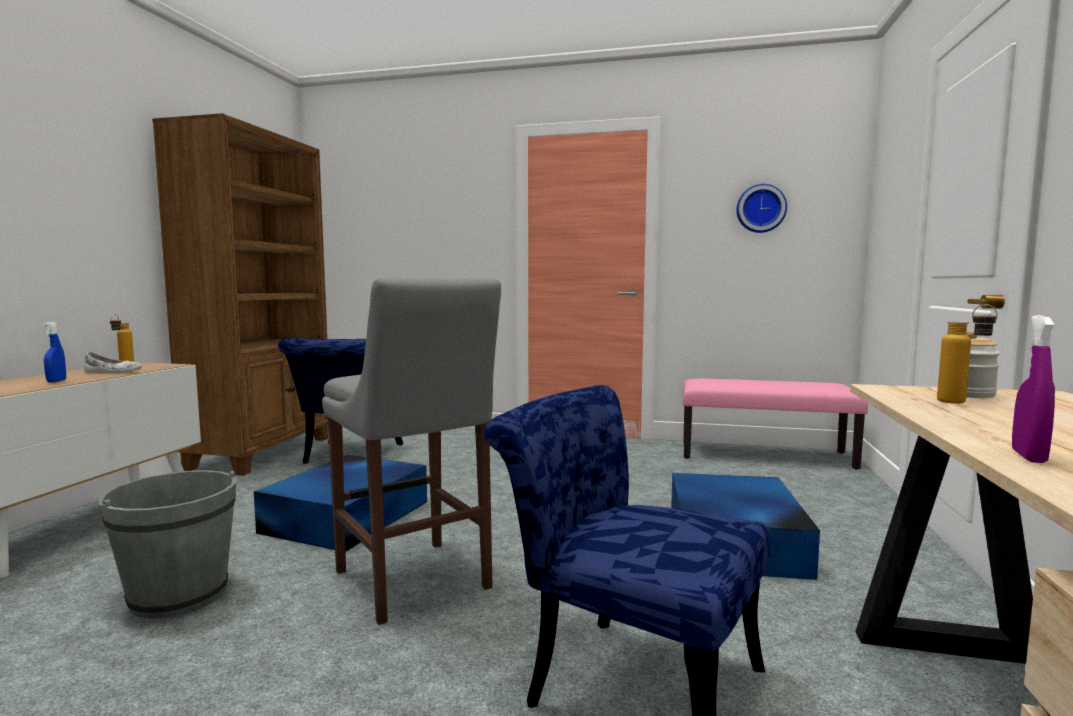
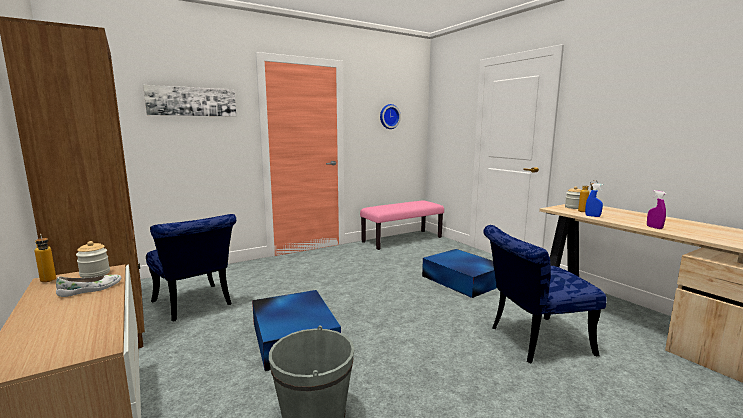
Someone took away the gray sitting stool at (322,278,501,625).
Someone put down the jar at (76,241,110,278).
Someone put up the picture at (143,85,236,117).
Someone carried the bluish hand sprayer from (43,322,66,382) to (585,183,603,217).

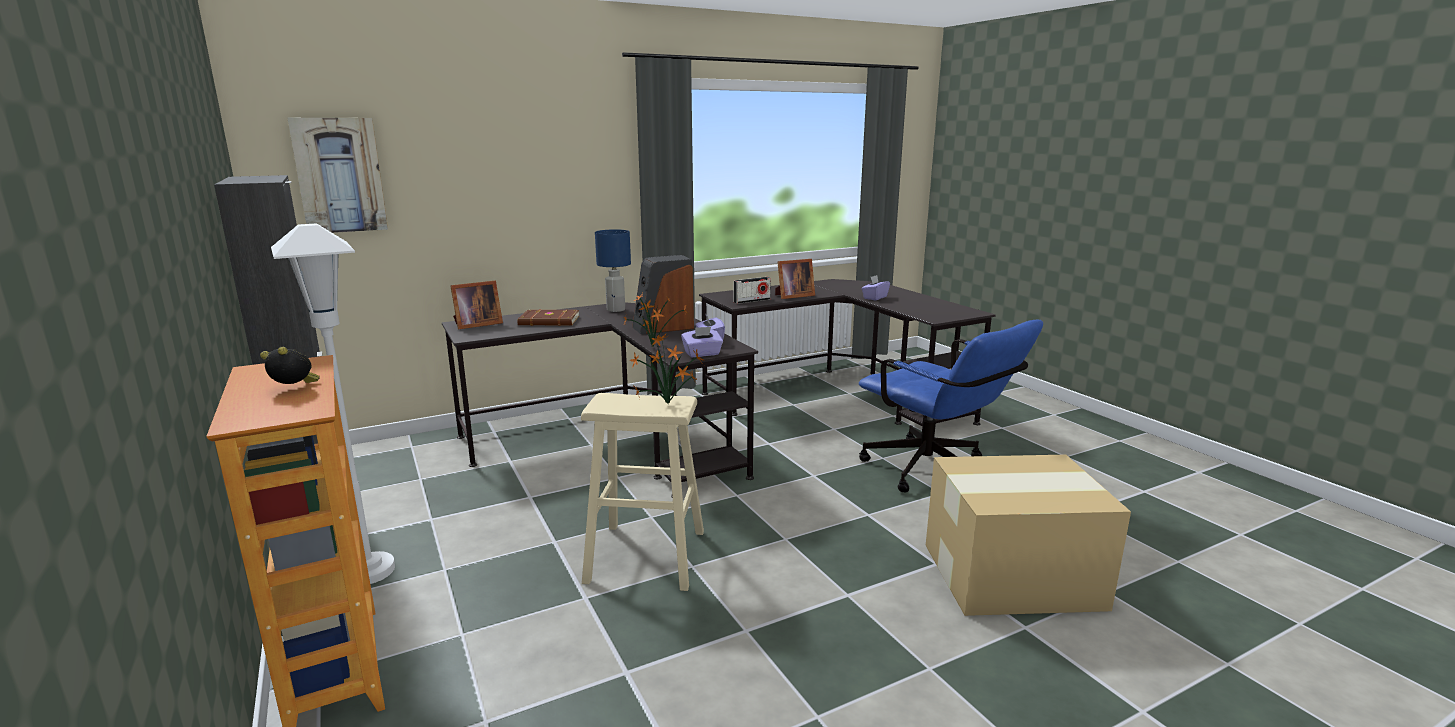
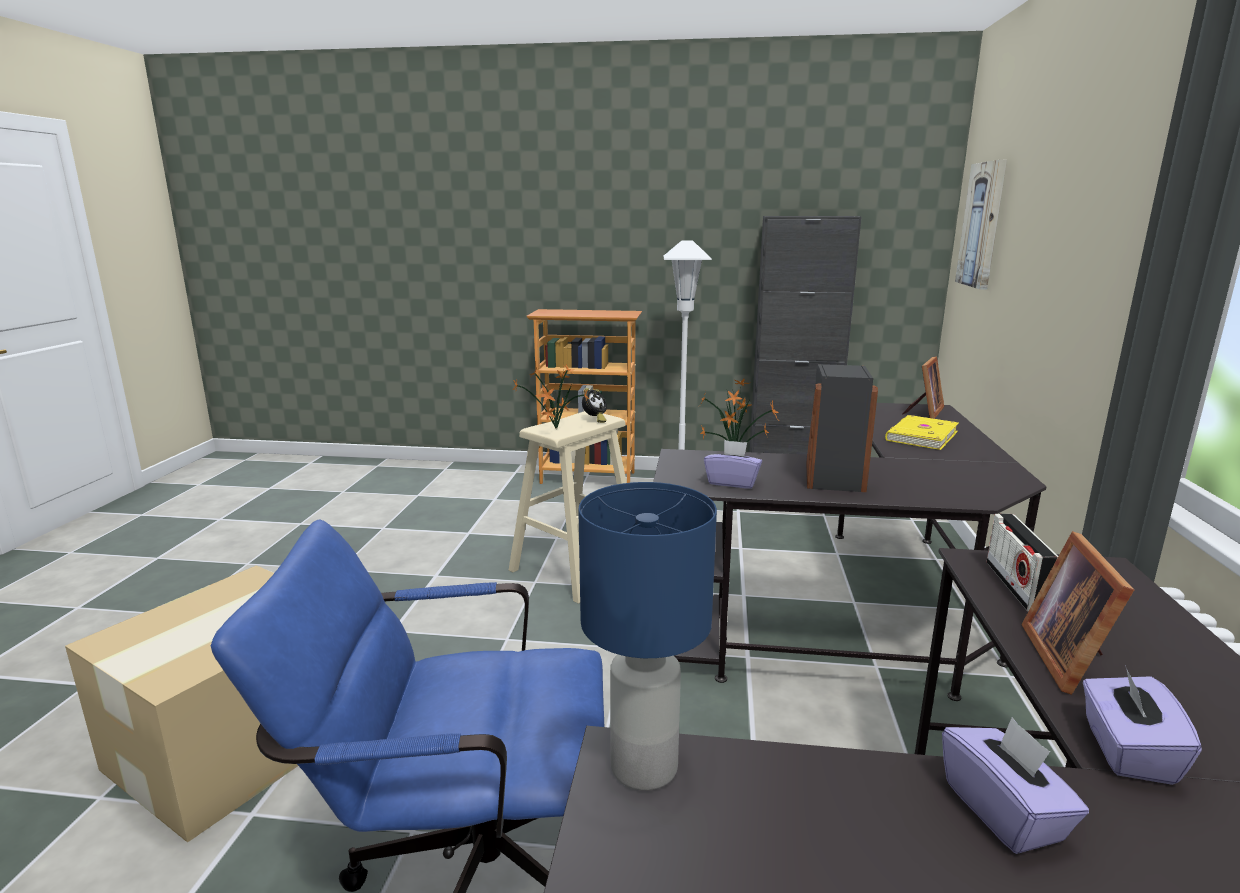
Someone carried the bedside clock from (260,347,320,384) to (582,388,607,423).
Someone carried the bluish table lamp from (595,229,631,312) to (579,482,717,791).
Someone carried the purple tissue box from (681,327,723,357) to (1083,665,1202,785).
Someone repainted the brownish volume at (517,309,579,326), which became the yellow-coloured volume at (885,415,958,450).
Someone rotated the photo frame at (450,280,503,329) by 150 degrees counterclockwise.

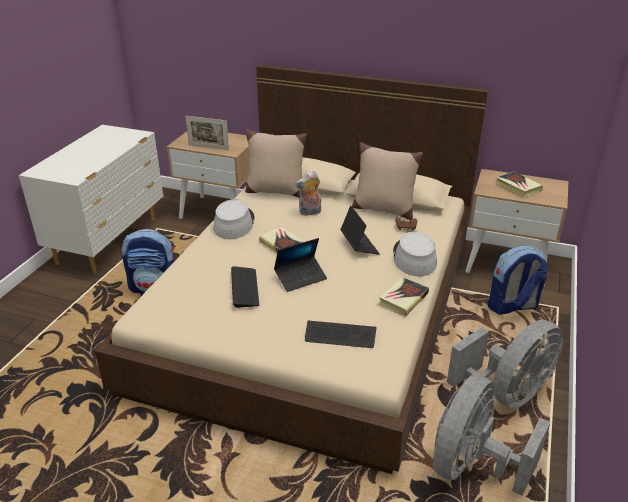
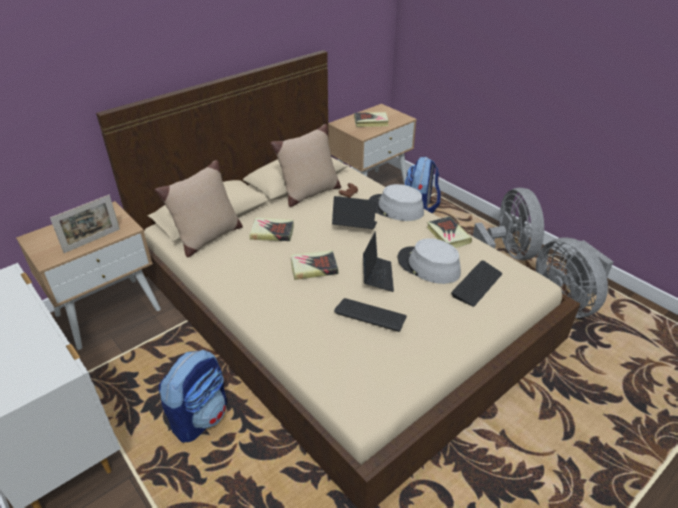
Someone carried the gray clothing hat from (214,200,255,239) to (398,238,461,284).
Someone swapped the cuddly toy at (295,171,321,216) for the volume at (249,218,294,241).

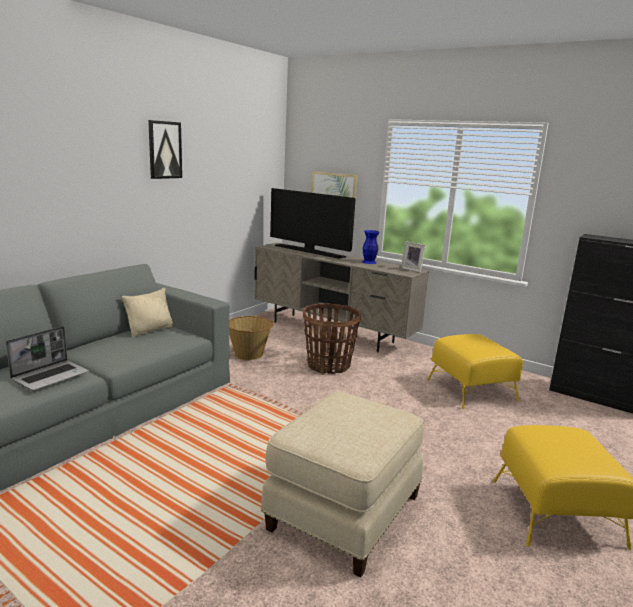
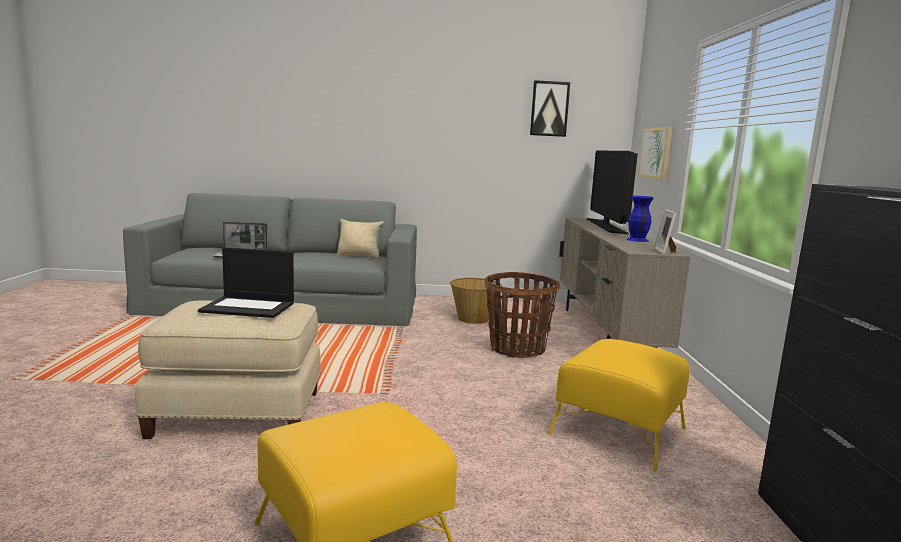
Someone put down the notebook computer at (198,247,294,318).
Someone carried the picture from (148,120,182,179) to (530,80,570,137).

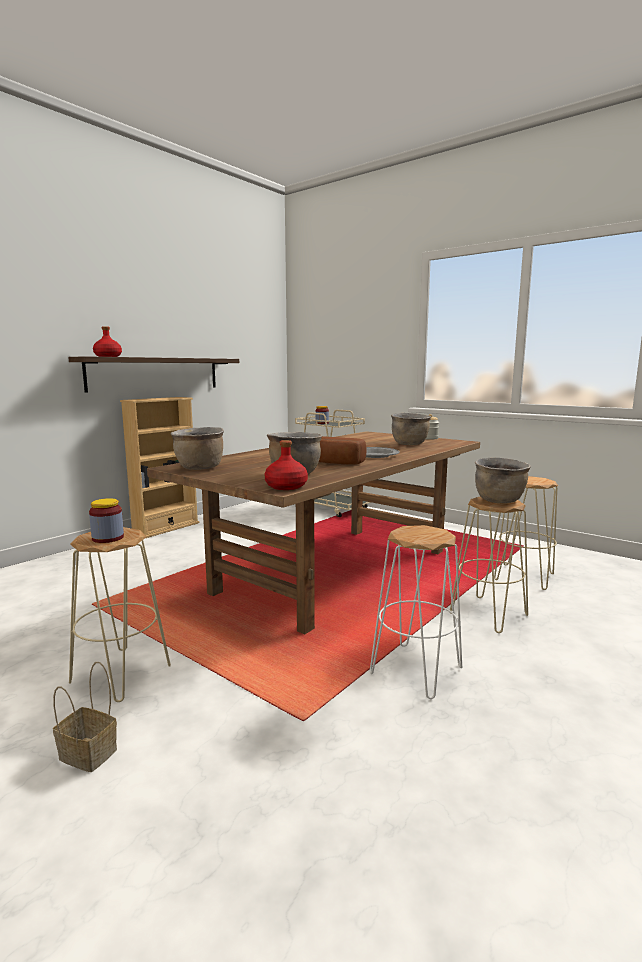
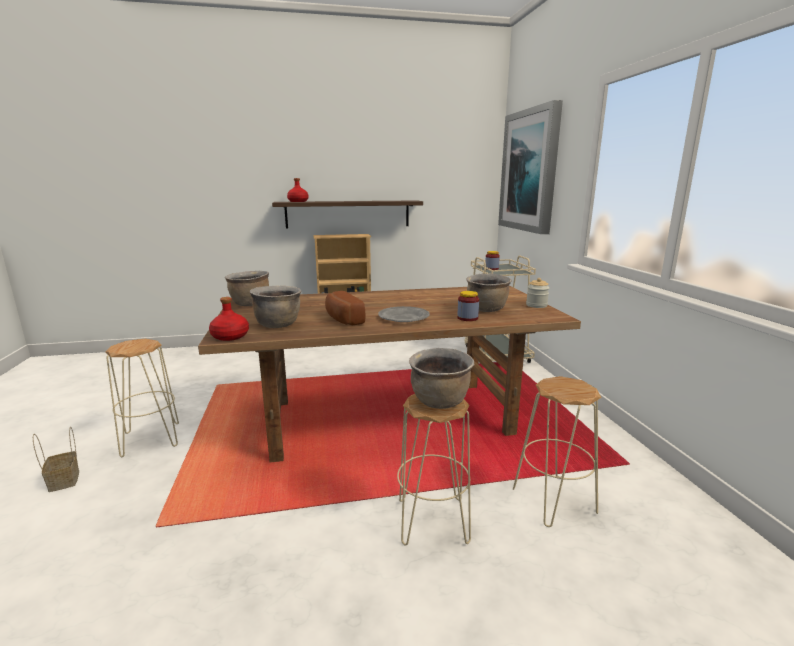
Someone took away the whitish sitting stool at (370,525,462,699).
Someone put up the picture at (498,100,563,234).
Someone carried the jar from (89,498,124,543) to (457,291,479,321).

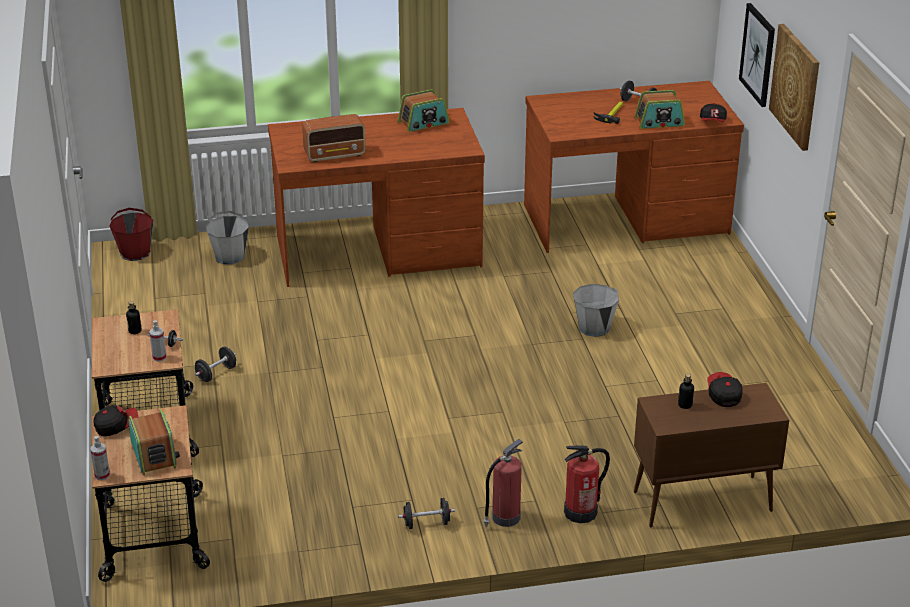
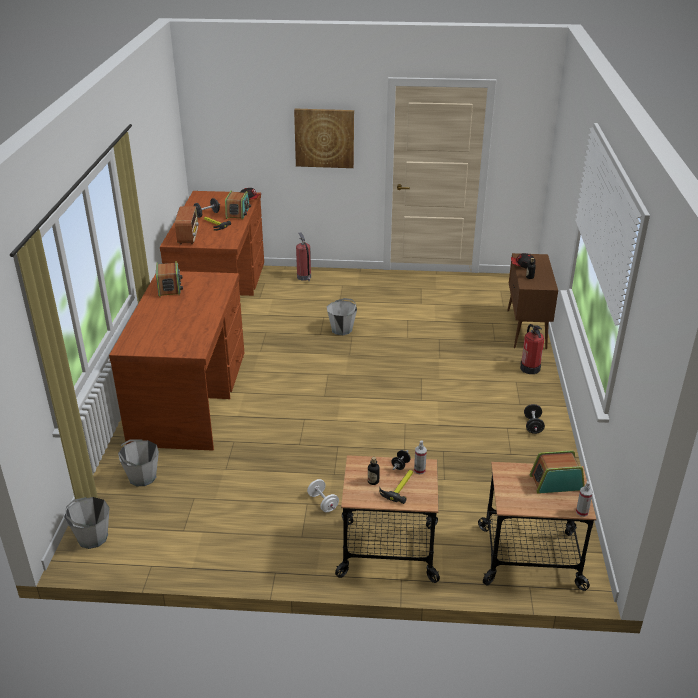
Someone took away the cap at (94,405,138,436).
Someone took away the picture at (739,3,775,107).
Someone put down the hand hammer at (379,470,413,504).
Someone carried the radio set from (302,114,366,163) to (175,206,199,244).
Someone carried the fire-fighting cylinder from (483,439,523,527) to (296,233,311,282).
Someone repainted the red-coloured pail at (110,208,154,261), which became the gray pail at (64,497,110,549).
Someone repainted the black-coloured hand weight at (195,347,236,382), which became the whitish hand weight at (307,479,339,512).

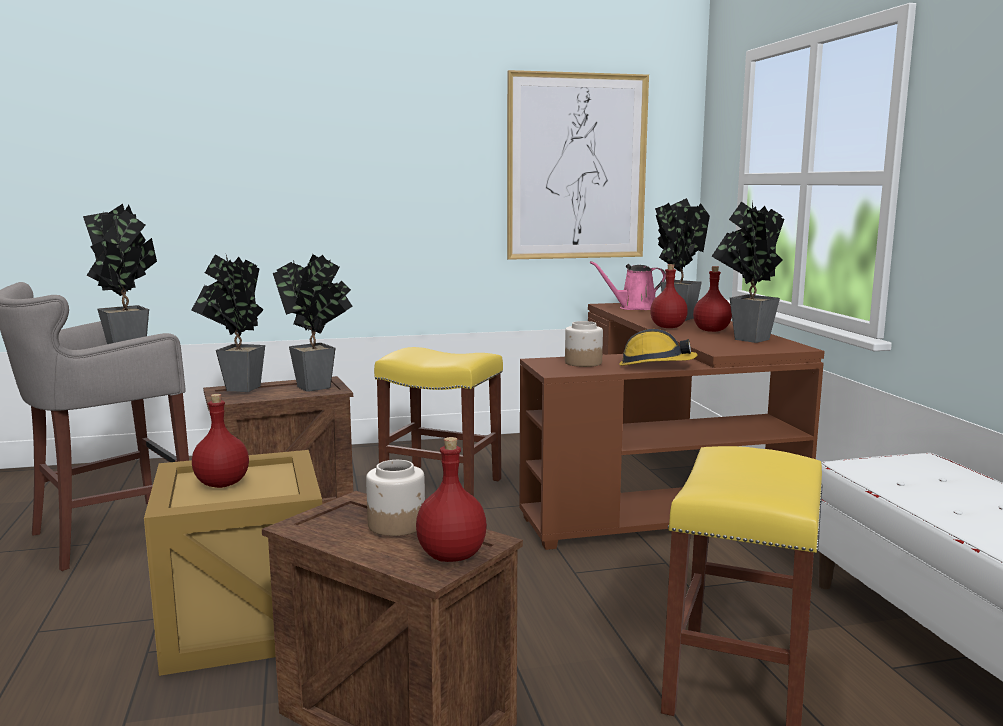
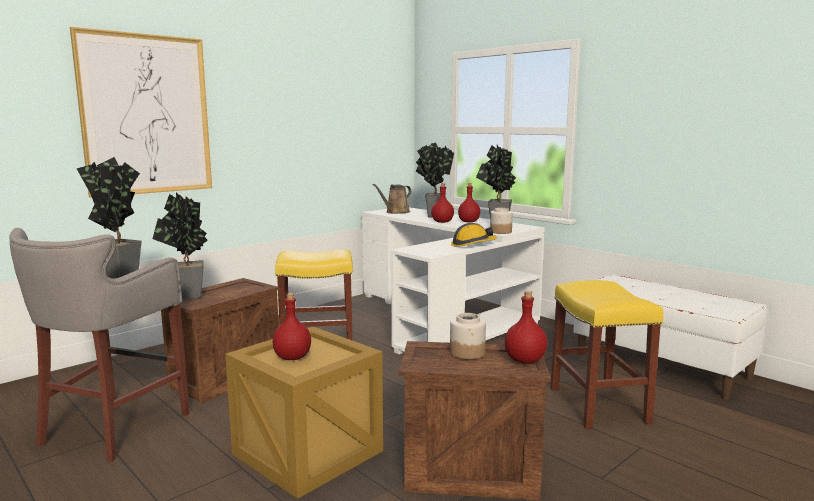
Someone took away the plant in a pot at (273,254,353,392).
Someone carried the picture from (507,70,649,260) to (70,27,212,198).
Someone carried the jar from (565,321,603,367) to (490,208,513,234).
Someone repainted the brownish desk table at (519,303,825,550), which became the whitish desk table at (362,207,545,354).
Someone repainted the pinkish watering pot at (590,261,666,310), which became the brownish watering pot at (373,184,411,214).

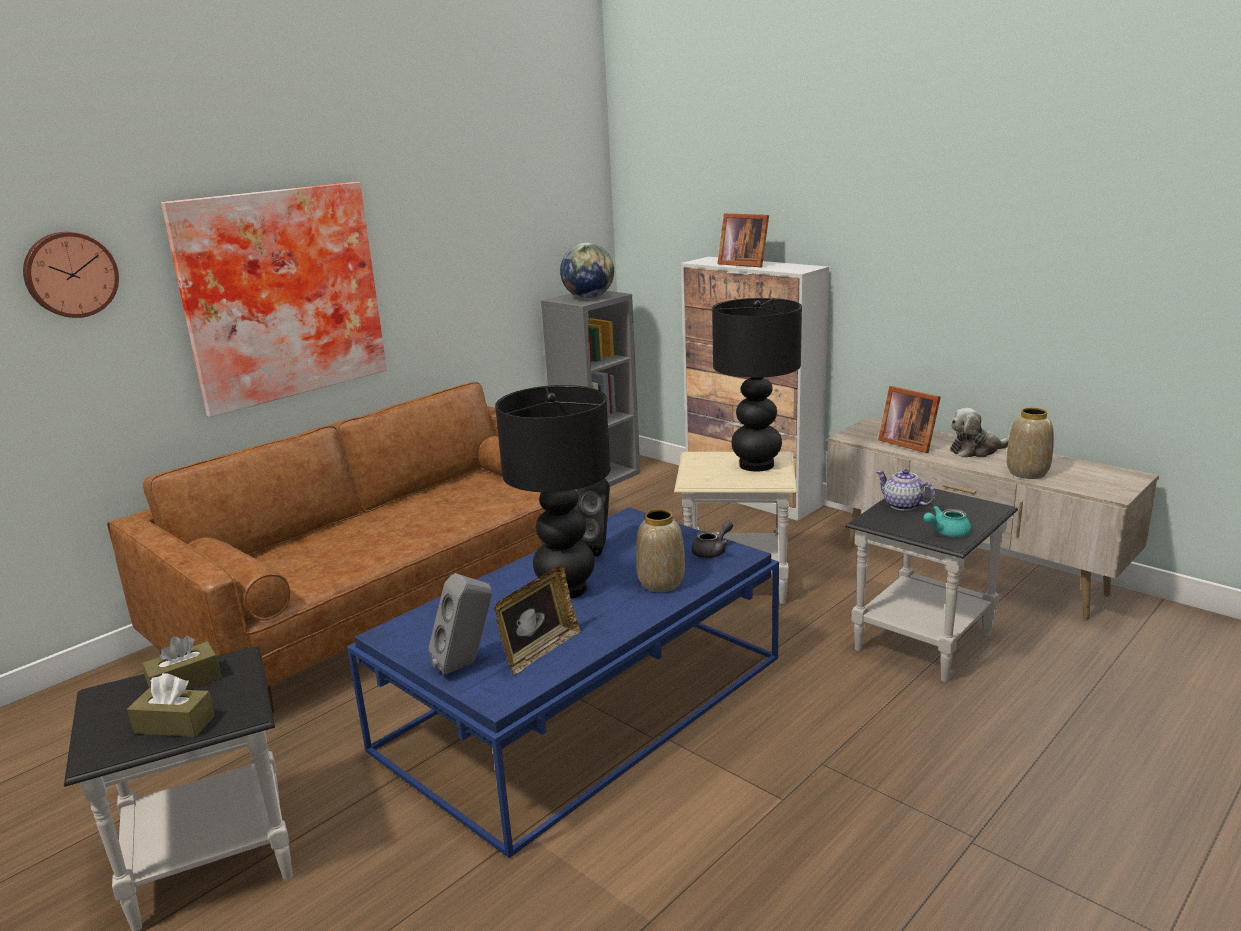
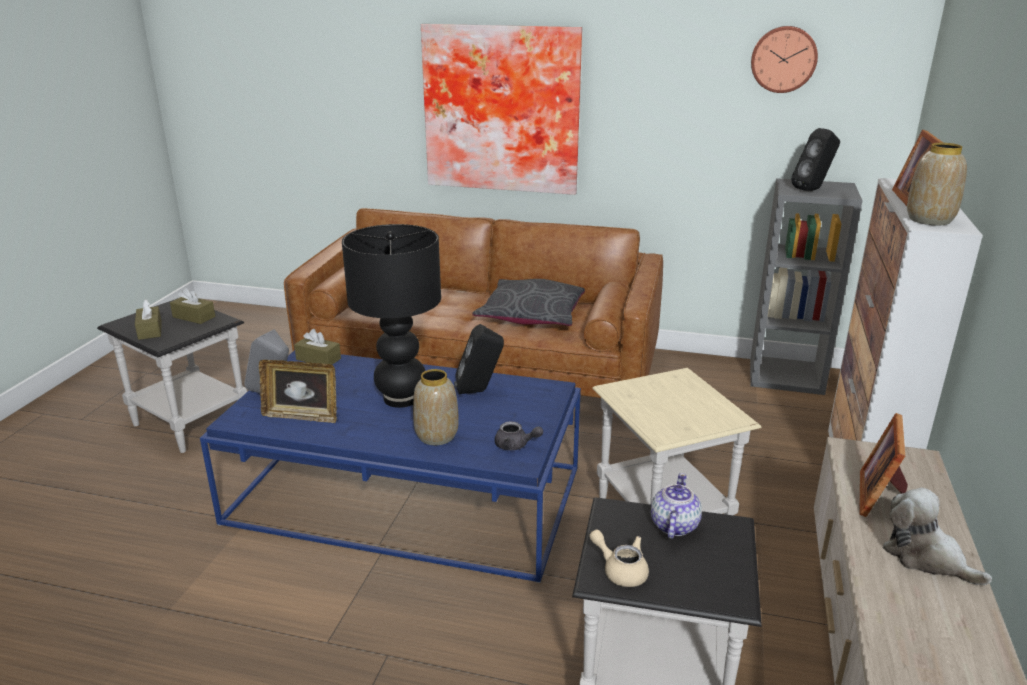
Someone took away the black-coloured table lamp at (712,298,802,472).
Someone put down the brownish tissue box at (294,329,341,365).
Someone put down the gray pillow at (472,279,585,326).
Someone carried the hanging clock from (23,232,119,318) to (751,26,818,93).
Someone carried the decorative vase from (1007,408,1054,479) to (907,143,967,225).
Someone swapped the world globe at (560,243,614,299) for the black-coloured audio speaker at (791,128,840,191).
Someone repainted the turquoise-coloured tea pot at (923,506,971,537), which became the sand-coloured tea pot at (589,529,649,587).

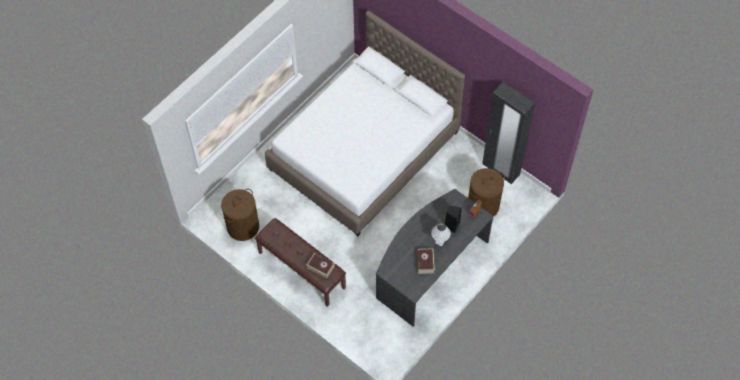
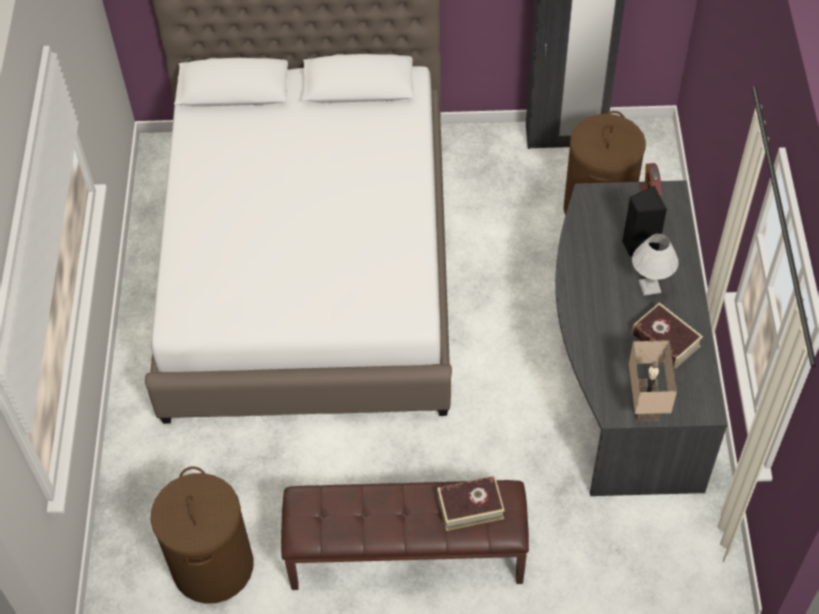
Someone put down the sand-coloured table lamp at (629,340,677,421).

